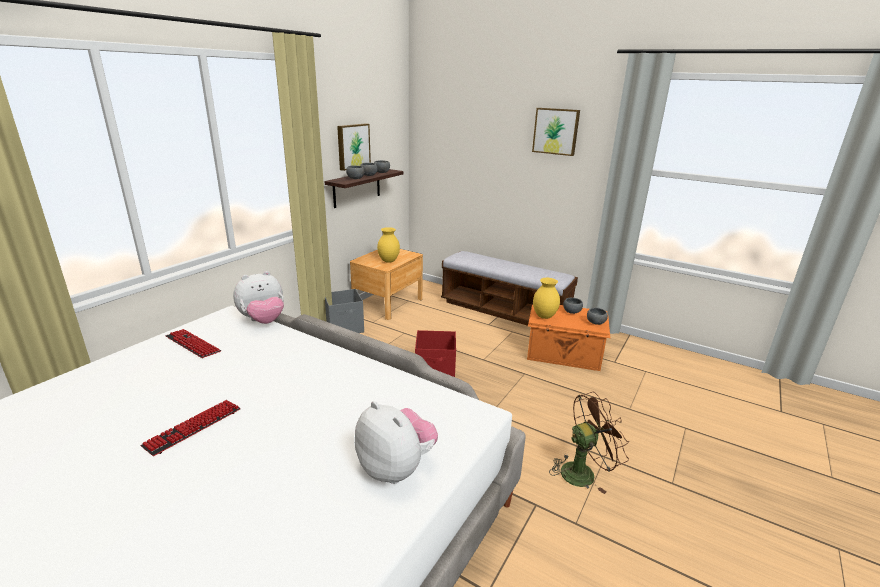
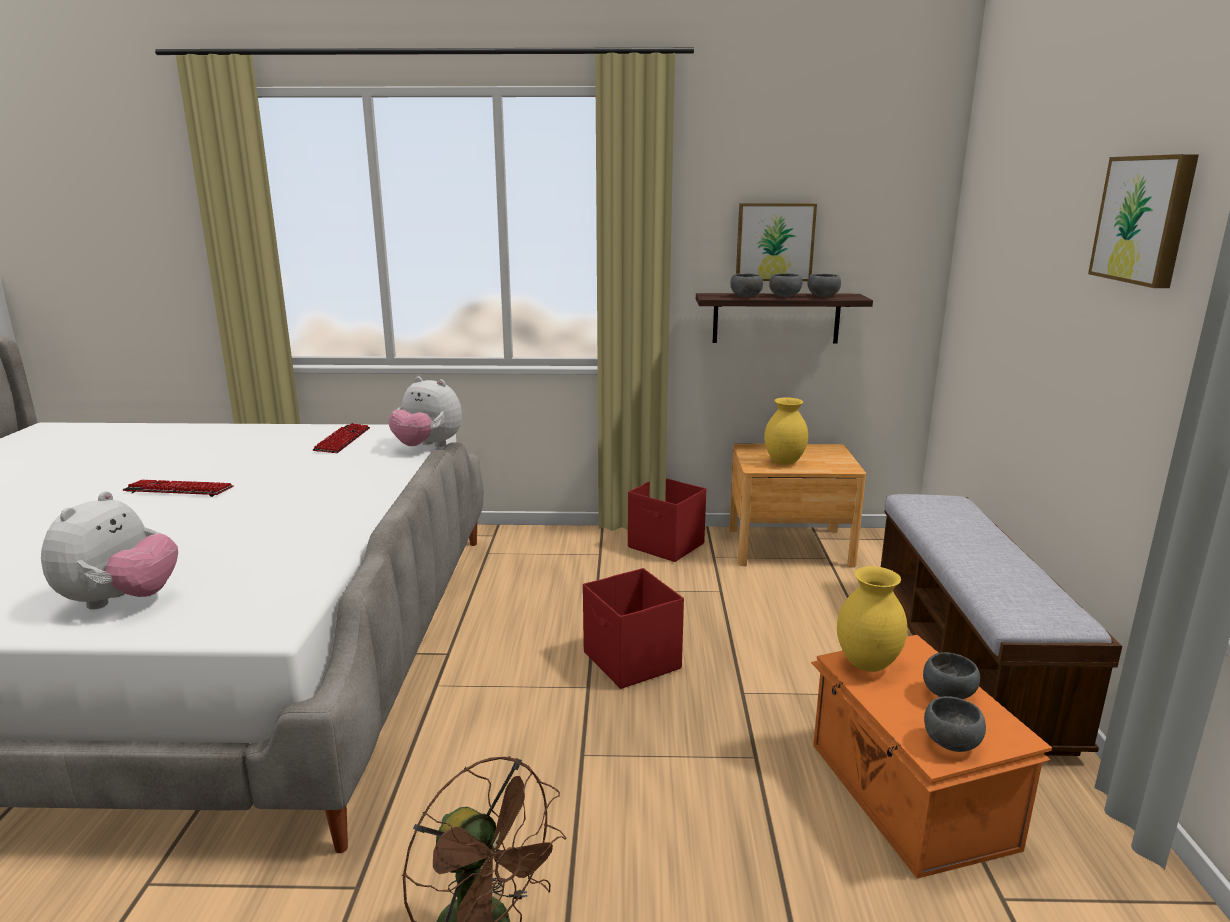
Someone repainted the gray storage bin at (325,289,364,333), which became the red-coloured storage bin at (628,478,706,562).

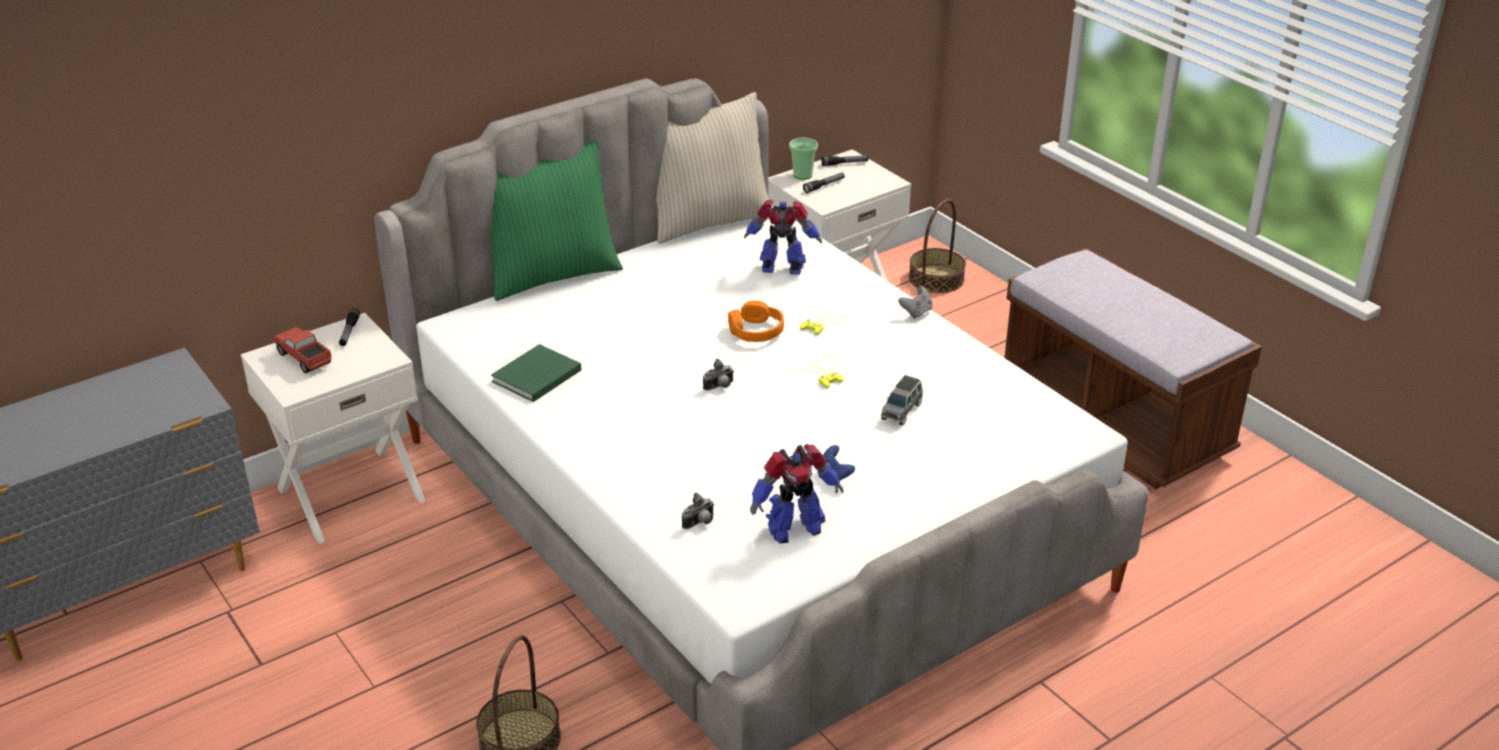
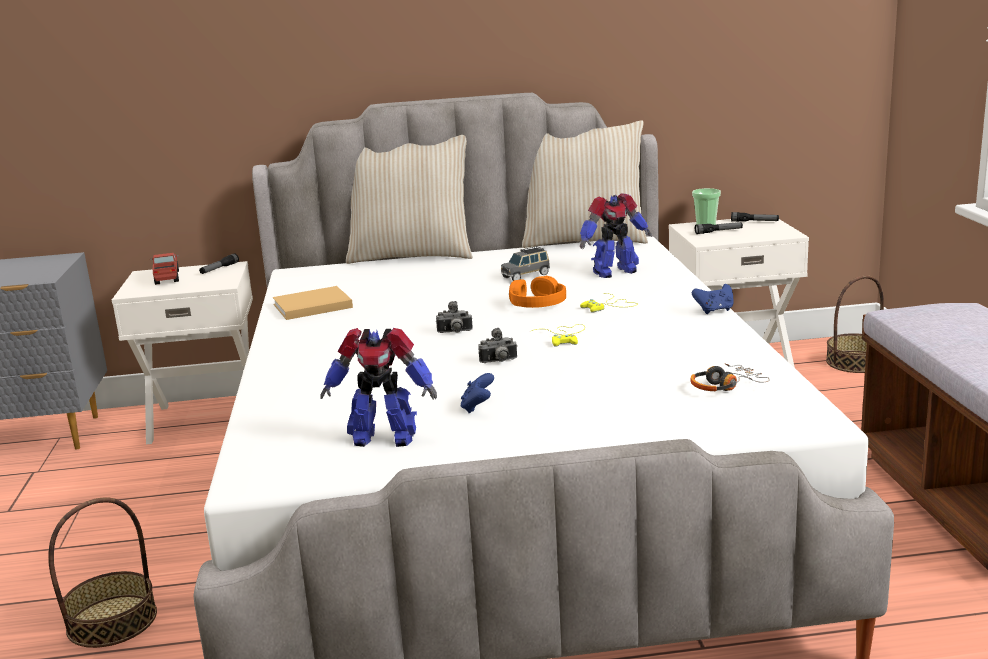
Someone put down the headset at (690,363,770,391).
Someone carried the photo camera from (682,493,714,529) to (478,328,517,363).
Someone carried the gray toy car from (881,375,923,426) to (501,246,550,281).
Someone repainted the green-coloured pillow at (491,141,623,301), which became the sand-coloured pillow at (346,135,473,264).
Someone repainted the green-coloured volume at (491,344,581,402), which became the sand-coloured volume at (273,286,353,320).
Someone repainted the gray game controller at (898,286,933,319), which became the bluish game controller at (692,284,733,314).
Someone rotated the robot figure at (744,199,822,275) by 120 degrees clockwise.

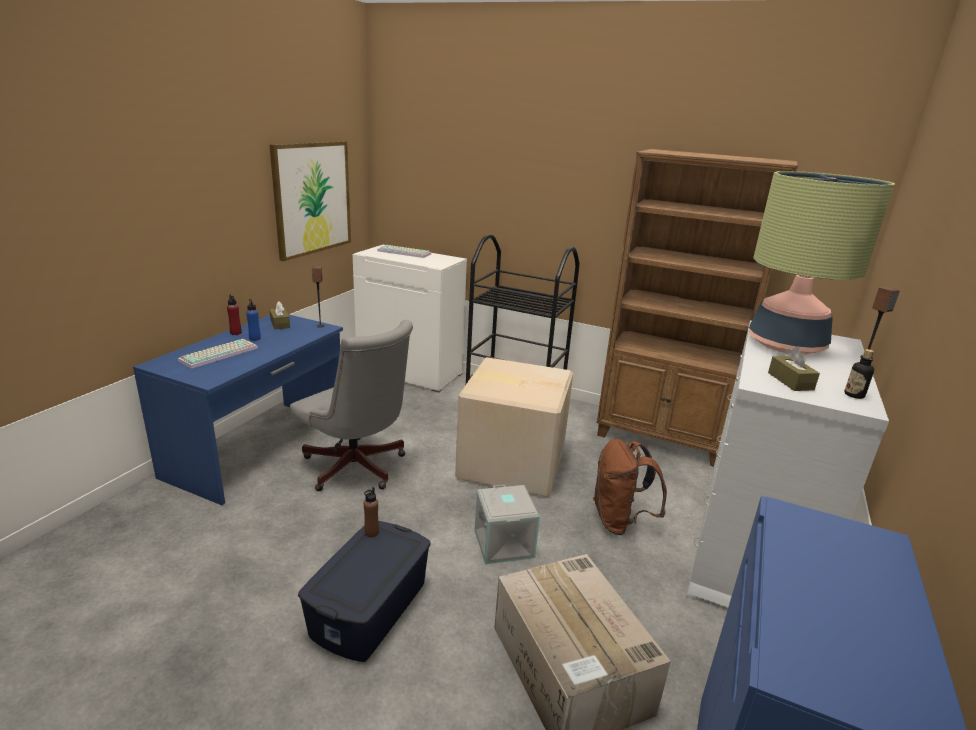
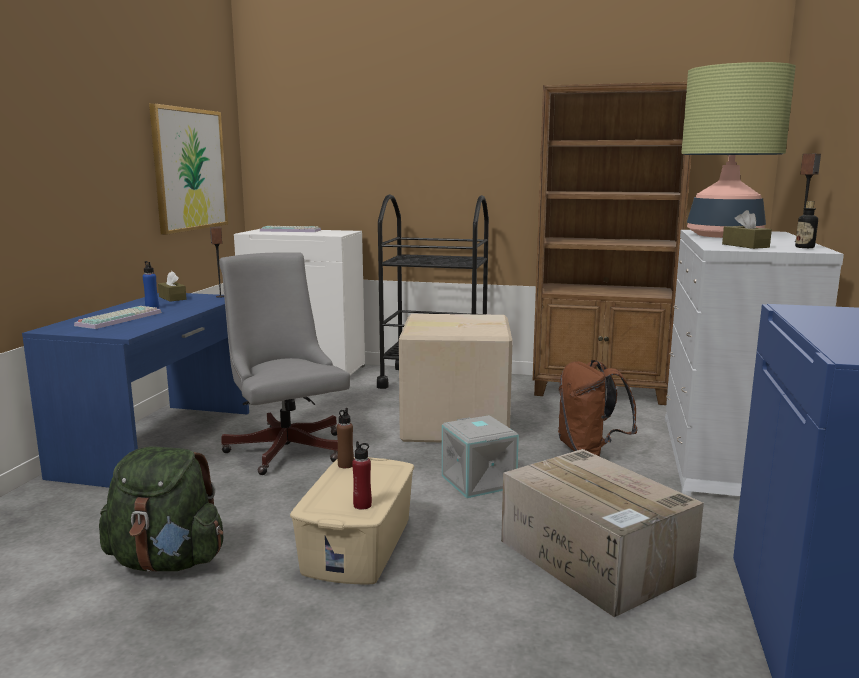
Someone put down the green-coloured knapsack at (99,447,223,572).
Someone carried the red-coloured beverage bottle from (227,294,242,335) to (352,441,372,510).
Someone repainted the bluish storage bin at (298,521,430,662), which became the sand-coloured storage bin at (290,457,414,584).
Someone rotated the gray desk chair at (290,320,413,491) by 150 degrees counterclockwise.

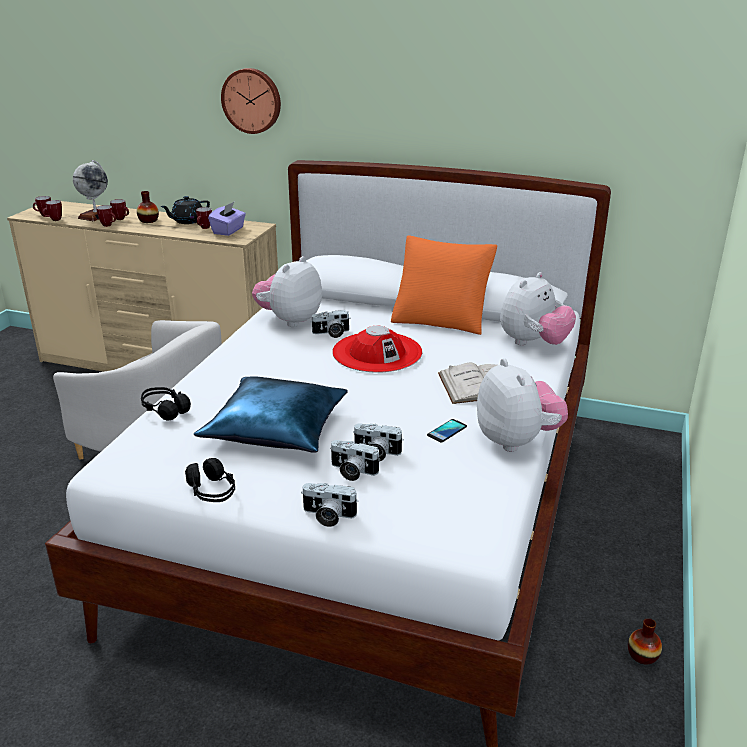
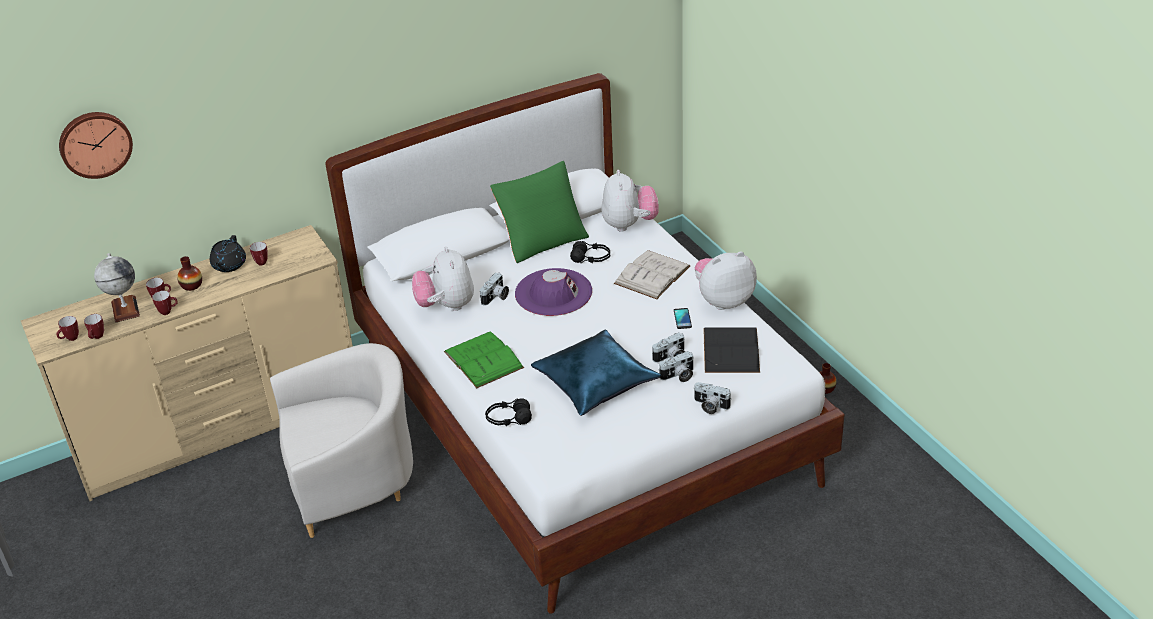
Someone took away the purple tissue box at (208,202,246,236).
Someone put down the green-coloured volume at (444,331,524,388).
Someone put down the black-coloured volume at (703,327,760,373).
Someone carried the black-coloured headset from (185,458,235,502) to (570,241,610,263).
Someone carried the hanging clock from (221,68,281,134) to (59,112,133,179).
Someone repainted the red-coloured clothing hat at (332,326,422,373), which became the purple clothing hat at (515,268,592,316).
Someone repainted the orangey pillow at (391,235,497,335), which became the green-coloured pillow at (490,161,589,263).
Someone rotated the photo camera at (301,483,358,527) by 60 degrees clockwise.
Someone rotated the cuddly toy at (477,358,568,452) by 45 degrees counterclockwise.

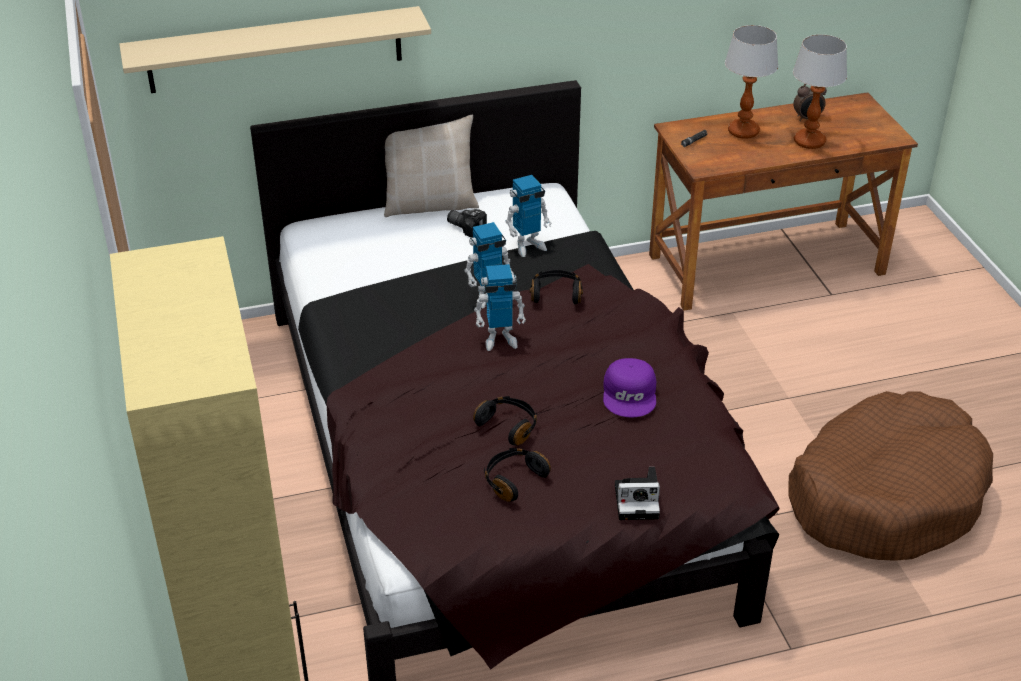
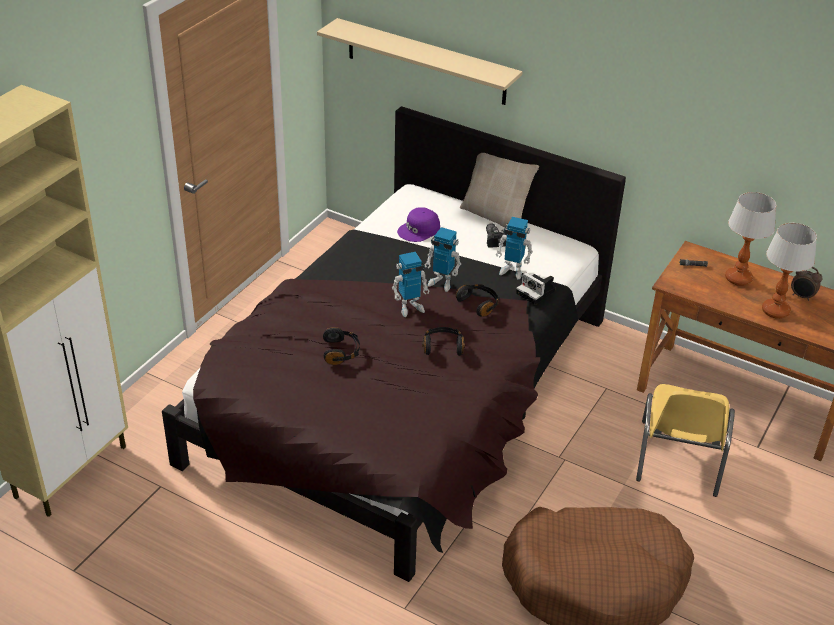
Someone put down the yellow-coloured upright chair at (636,384,735,497).
Someone carried the black-coloured headset from (484,448,551,502) to (422,327,465,356).
Someone carried the purple cap from (603,358,656,418) to (397,207,440,242).
Someone carried the photo camera from (615,467,660,520) to (516,272,555,304).
Someone rotated the robot figure at (474,264,526,351) by 60 degrees counterclockwise.

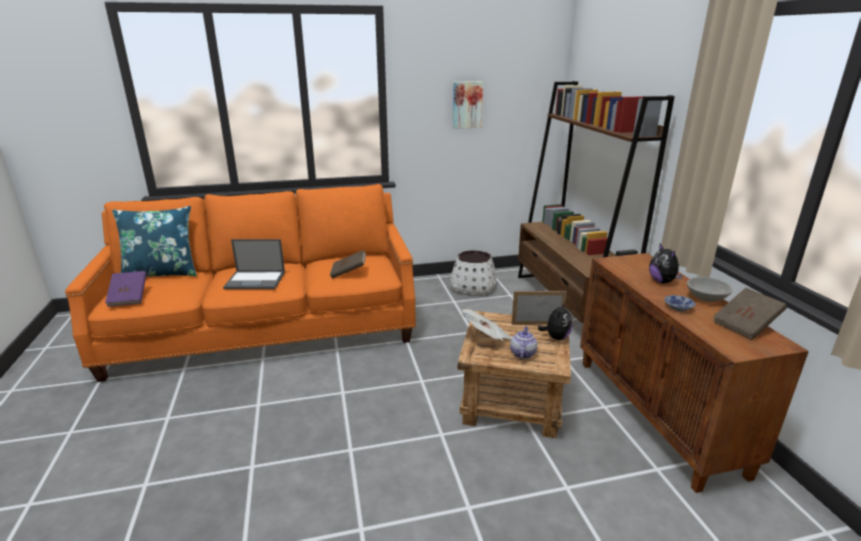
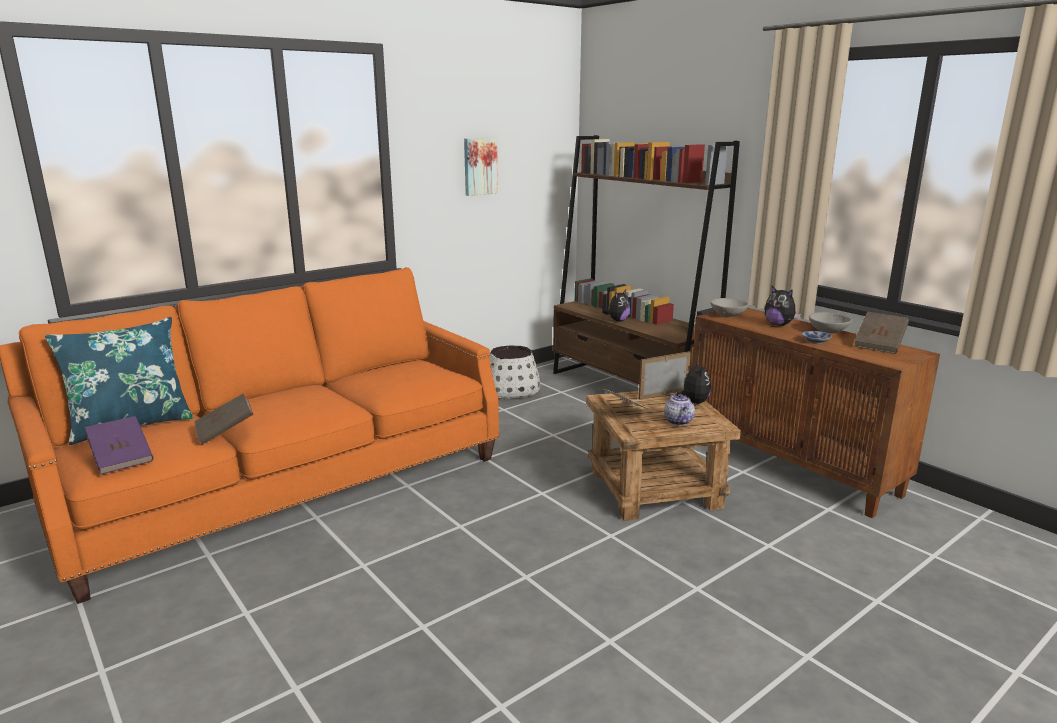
Someone took away the notebook computer at (223,239,285,289).
Someone put down the cuddly toy at (602,290,631,322).
Someone put down the gray bowl at (710,298,749,317).
Someone carried the brownish volume from (330,250,366,279) to (194,393,253,445).

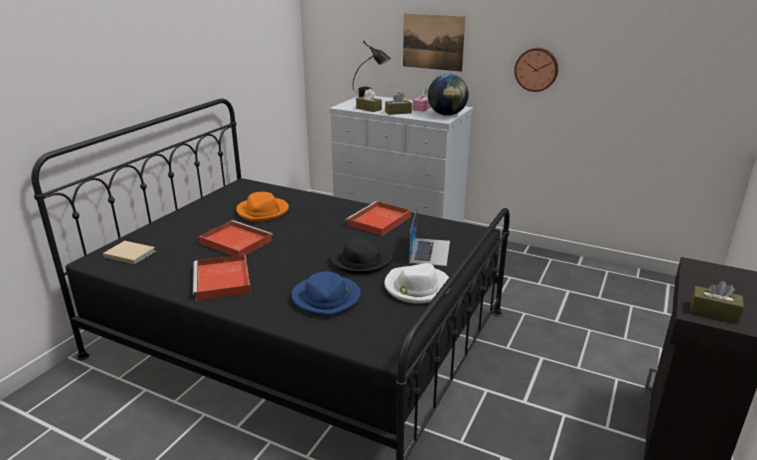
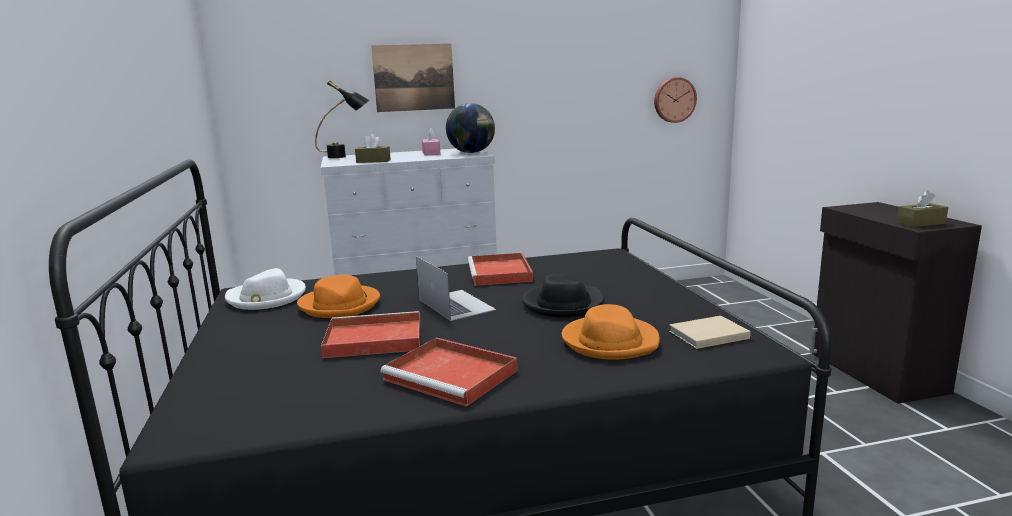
Someone took away the brownish tissue box at (385,92,412,115).
Someone carried the sand-coloured volume from (103,241,156,265) to (669,316,751,349).
Someone carried the whitish clothing hat from (384,263,450,304) to (225,268,306,310).
Someone carried the notebook computer from (409,209,450,266) to (416,256,496,321).
Someone carried the hanging clock from (514,48,558,92) to (654,77,697,123).
Someone repainted the bluish clothing hat at (291,272,361,317), which became the orangey clothing hat at (562,304,660,360).

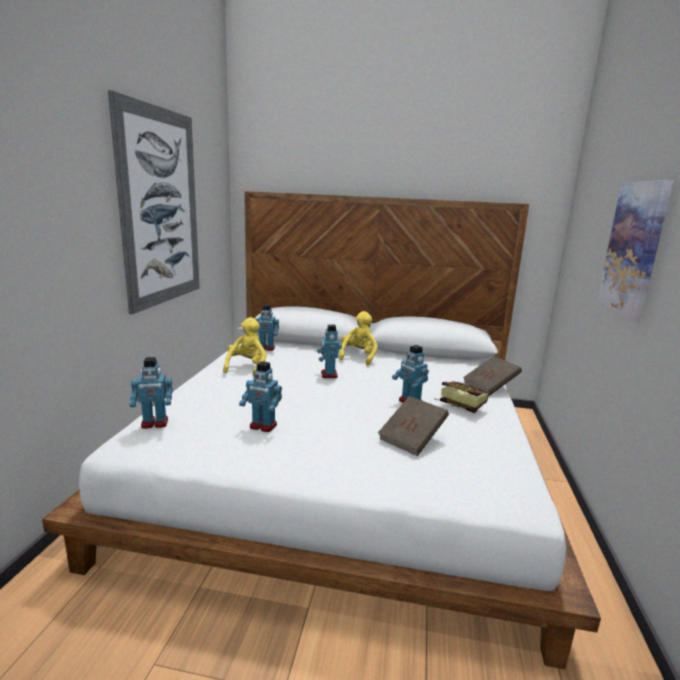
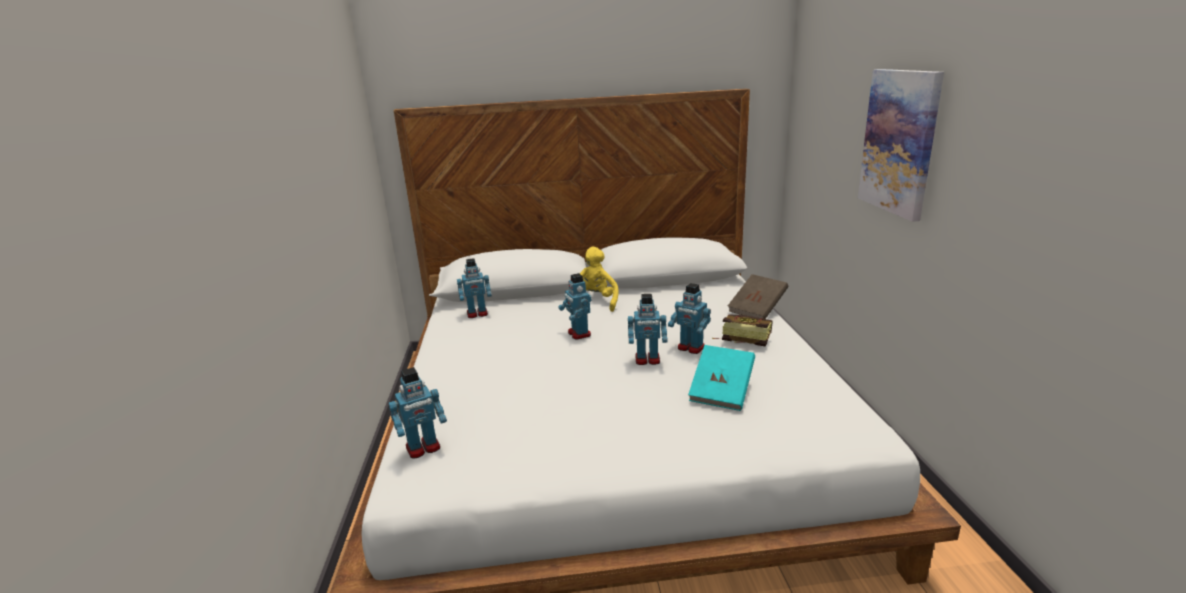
Someone took away the picture at (108,90,200,315).
Someone took away the yellow-coloured cuddly toy at (223,317,266,377).
Someone carried the robot figure from (239,361,282,432) to (628,294,668,365).
Someone repainted the brownish volume at (378,396,449,456), which became the turquoise-coloured volume at (688,345,755,411).

